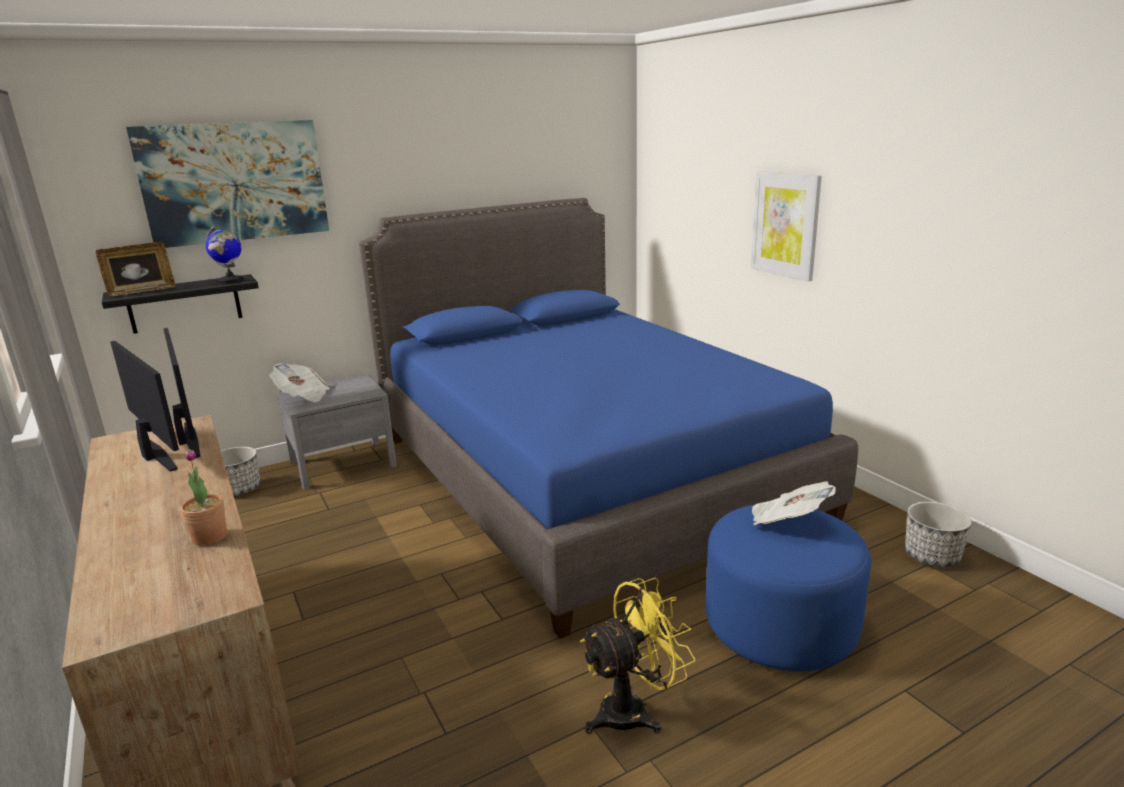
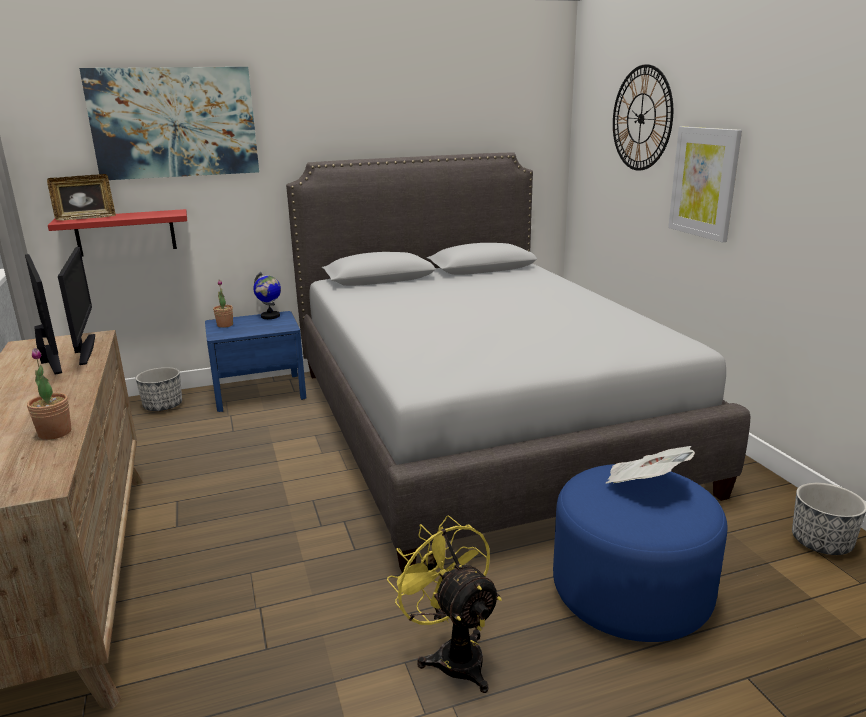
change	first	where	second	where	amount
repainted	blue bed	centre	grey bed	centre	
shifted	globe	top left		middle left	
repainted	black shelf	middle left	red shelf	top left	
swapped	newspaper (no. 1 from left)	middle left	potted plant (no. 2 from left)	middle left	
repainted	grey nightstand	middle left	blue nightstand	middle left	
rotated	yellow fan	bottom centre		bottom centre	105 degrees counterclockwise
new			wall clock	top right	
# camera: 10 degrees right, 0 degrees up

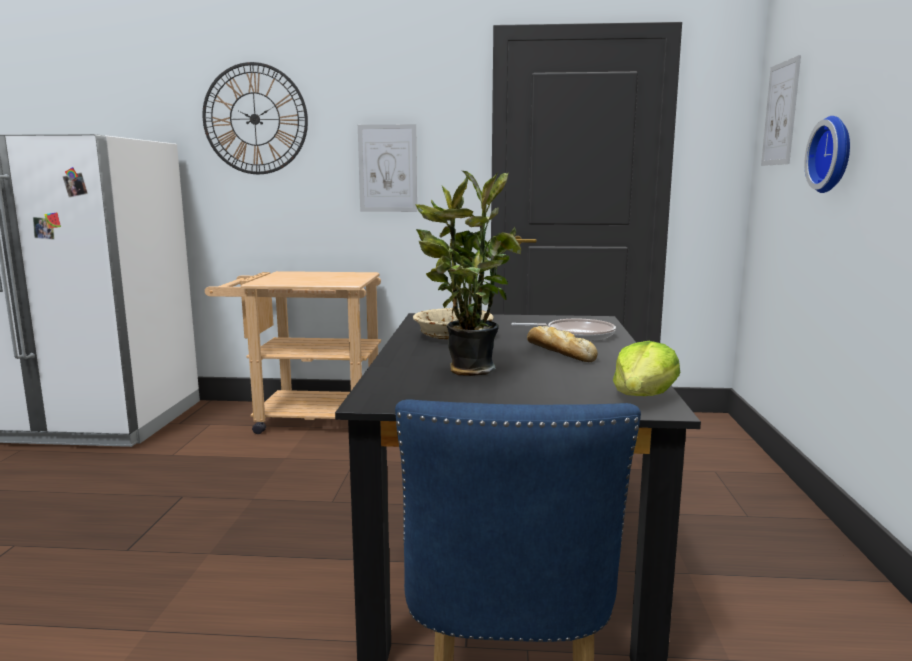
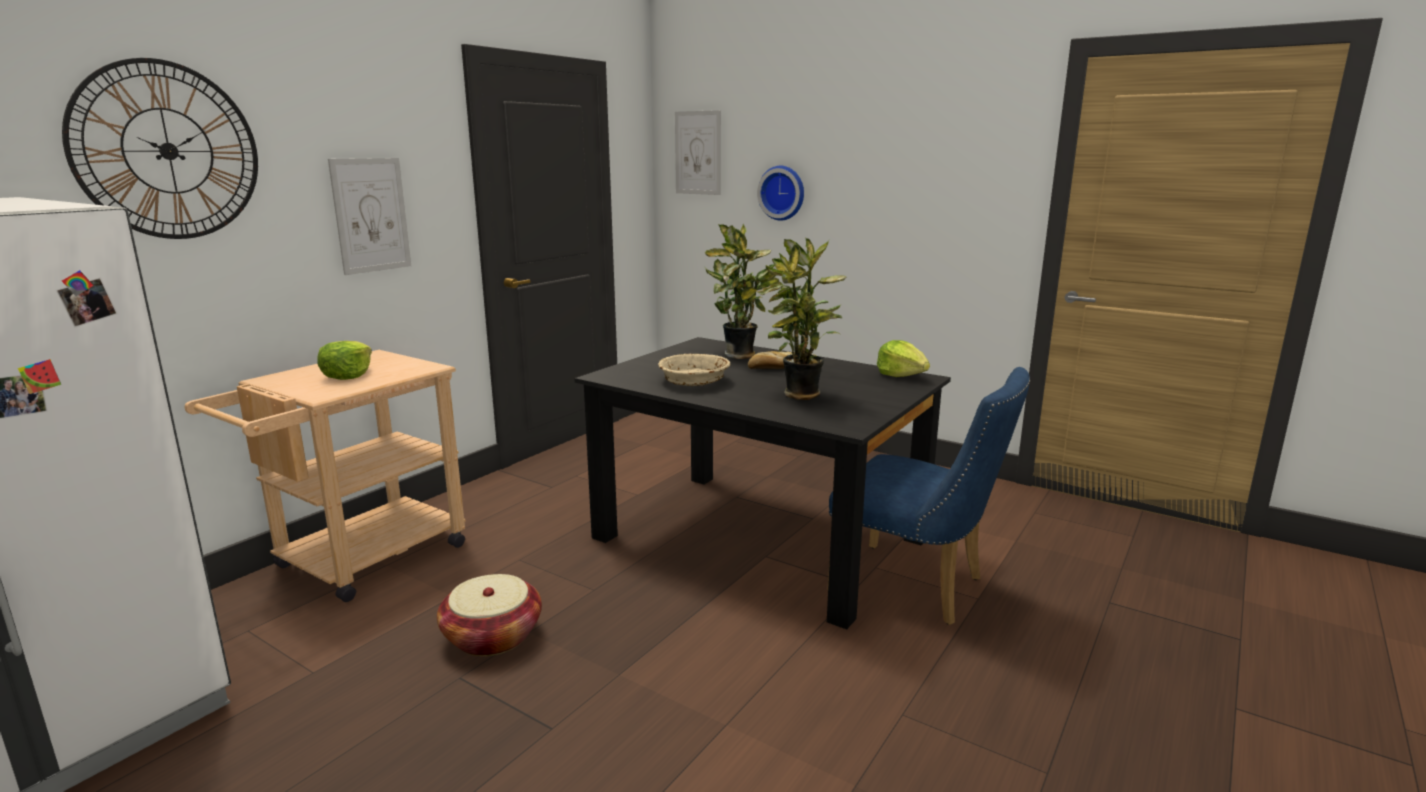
change	first	where	second	where	amount
swapped	frying pan	centre	potted plant (no. 1 from left)	centre	
new			lettuce (no. 1 from left)	middle left	
new			basket	bottom centre	
# camera: 60 degrees left, 5 degrees up

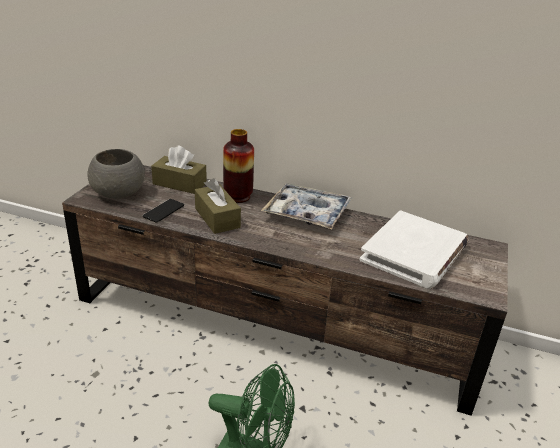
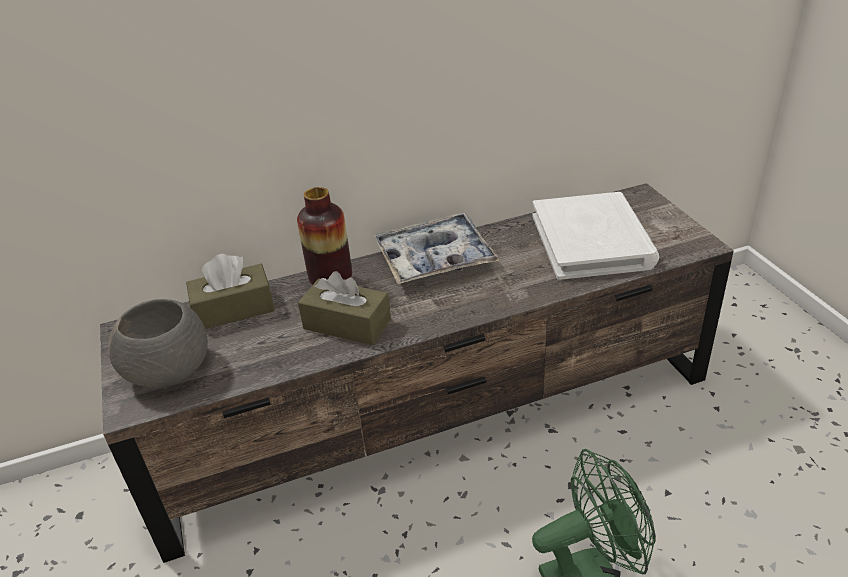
change	first	where	second	where	amount
gone	phone	middle left			
# camera: 35 degrees left, 5 degrees up

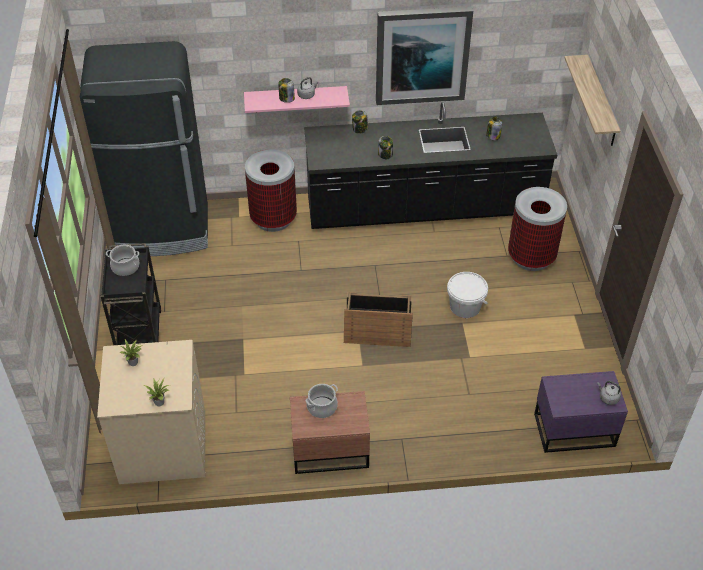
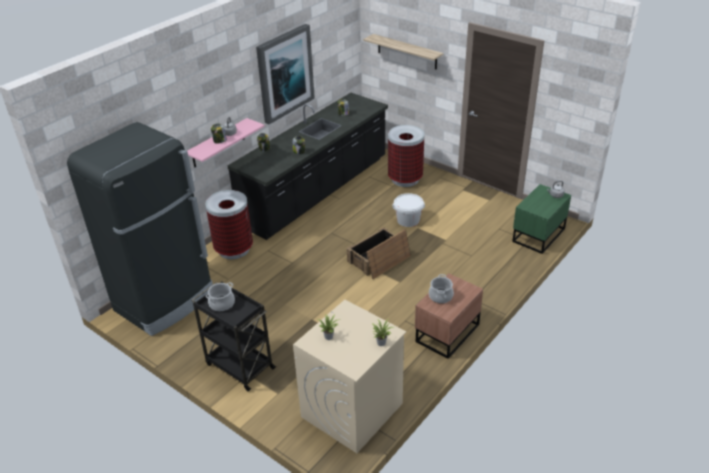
change	first	where	second	where	amount
repainted	purple nightstand	bottom right	green nightstand	middle right	
# camera: 45 degrees left, 10 degrees down

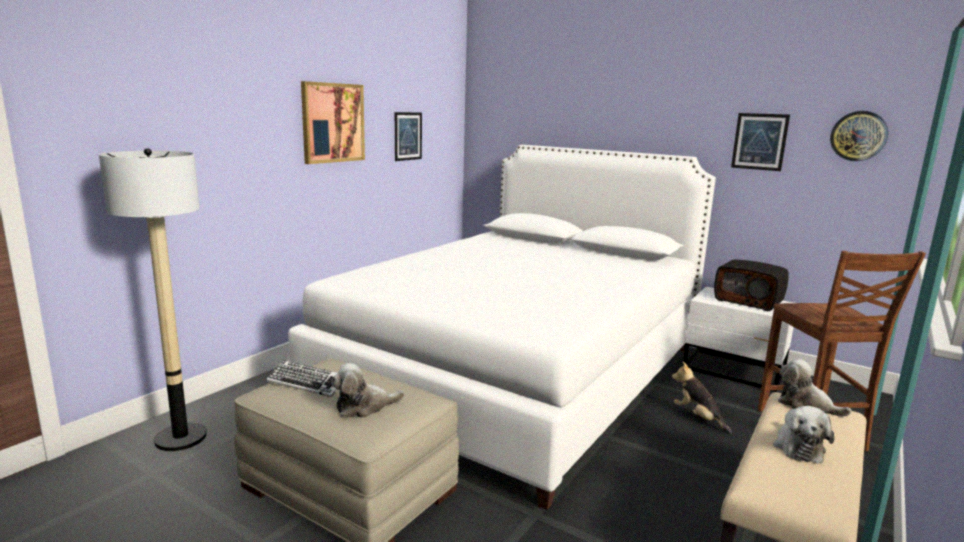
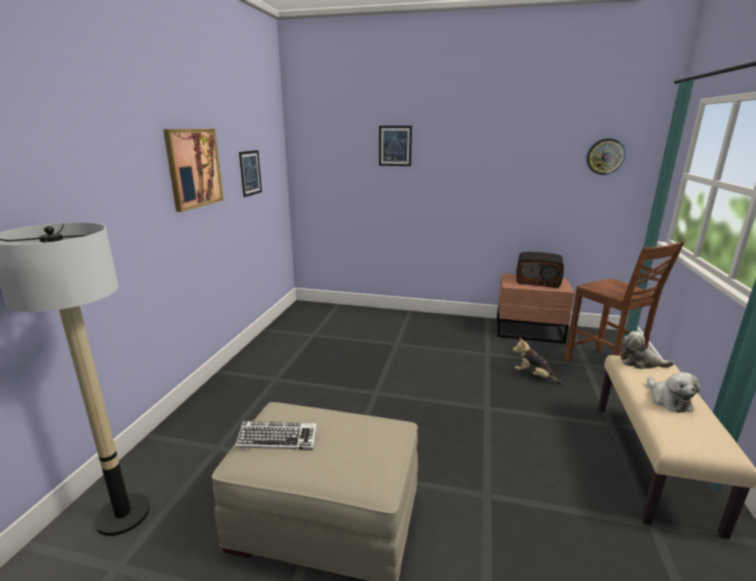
change	first	where	second	where	amount
shifted	picture (no. 3 from left)	top right		top centre	
gone	white bed	centre			
repainted	white nightstand	middle right	brown nightstand	middle right	
gone	plush toy (no. 1 from left)	bottom centre			
# camera: 20 degrees left, 5 degrees up

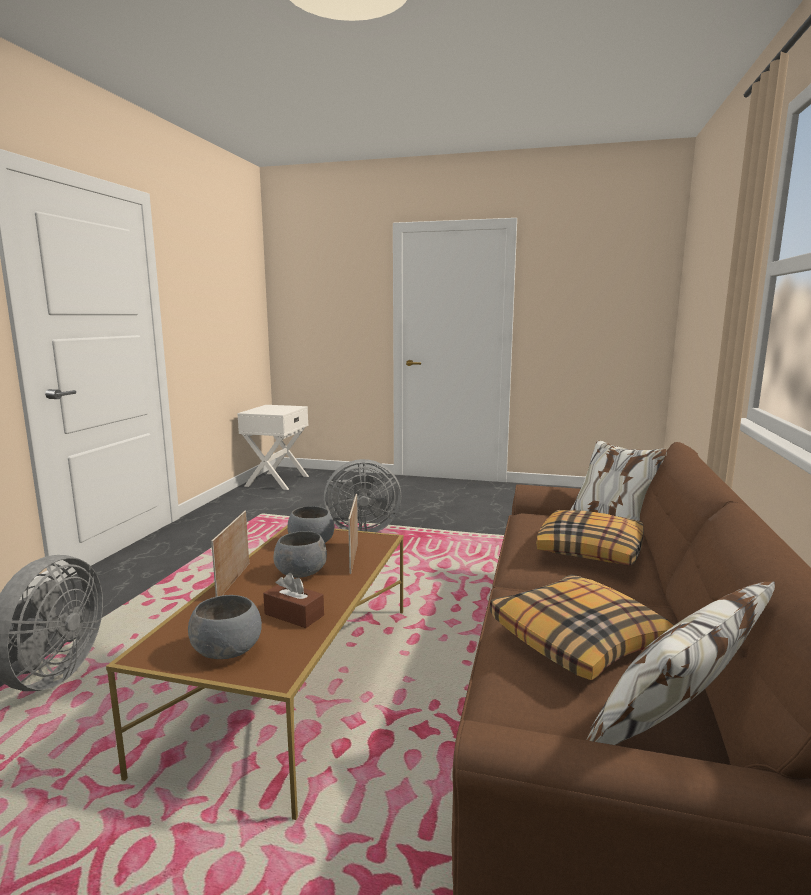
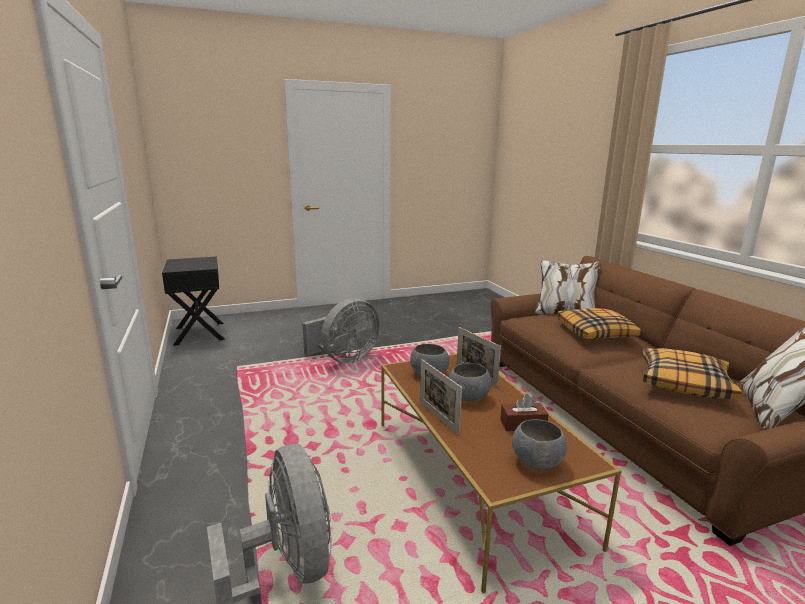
change	first	where	second	where	amount
repainted	white nightstand	centre	black nightstand	middle left	
# camera: 35 degrees left, 5 degrees up

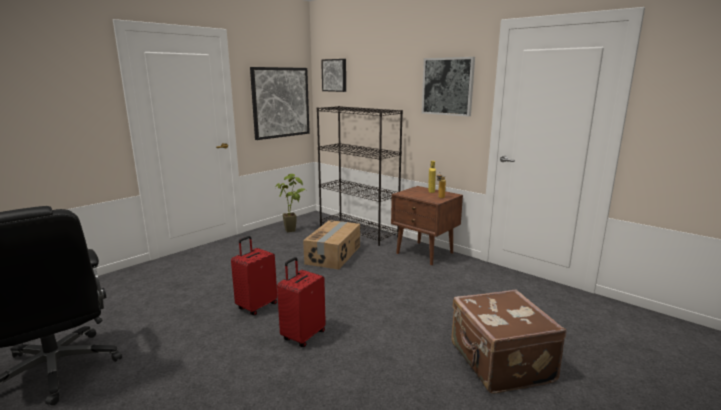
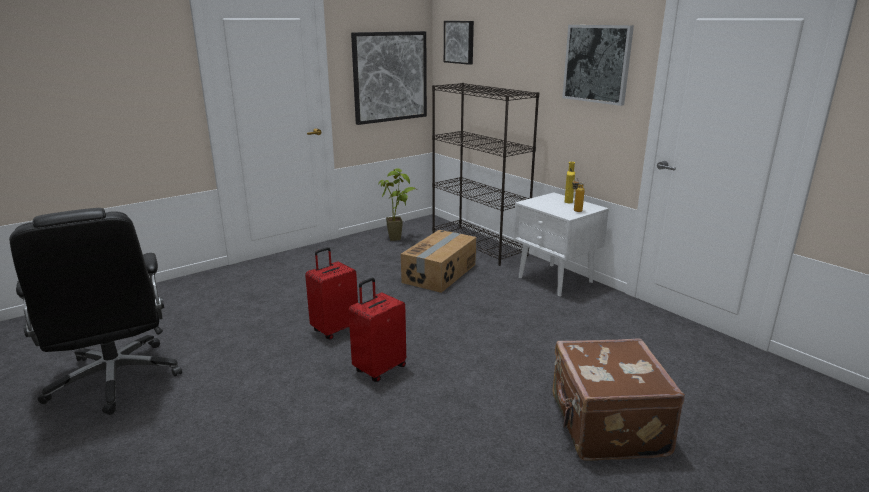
change	first	where	second	where	amount
repainted	brown nightstand	centre	white nightstand	centre	
# camera: 10 degrees right, 5 degrees up

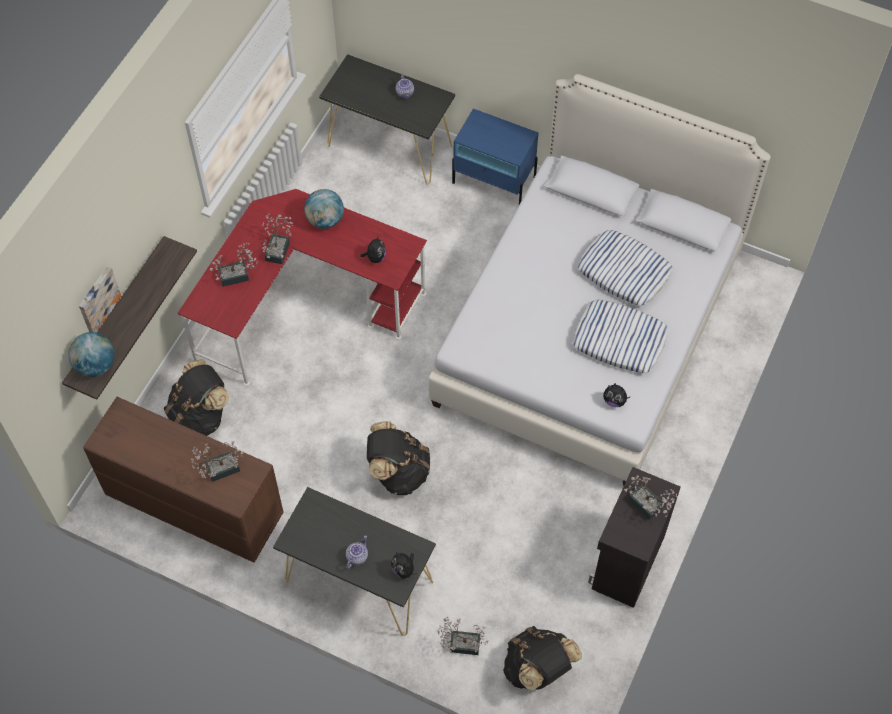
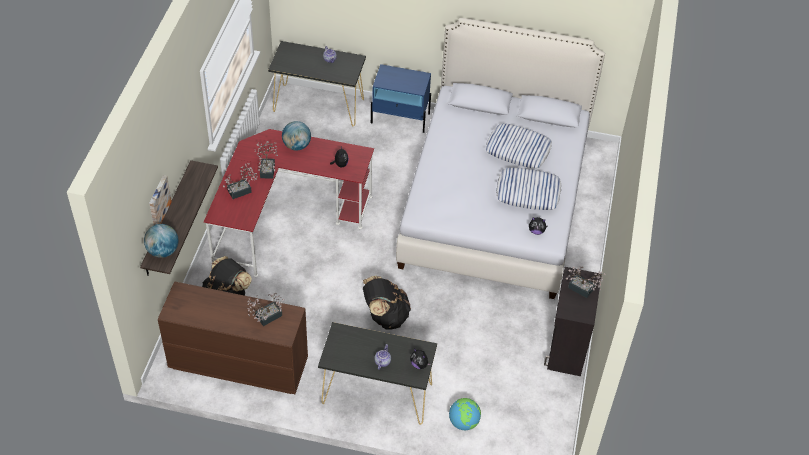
change	first	where	second	where	amount
swapped	potted plant (no. 4 from left)	bottom centre	globe (no. 3 from left)	bottom centre	
gone	black backpack (no. 3 from left)	bottom centre			
# camera: 15 degrees left, 10 degrees down

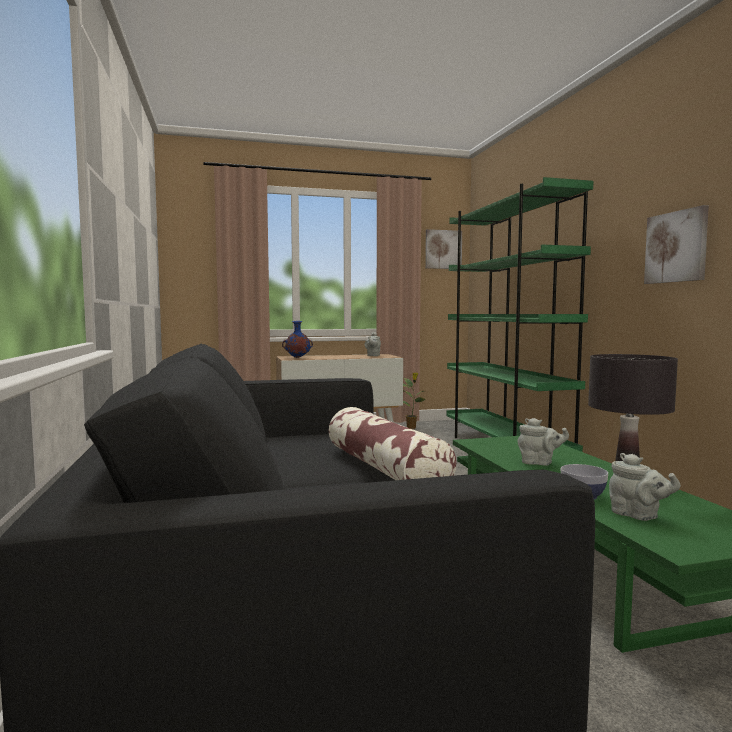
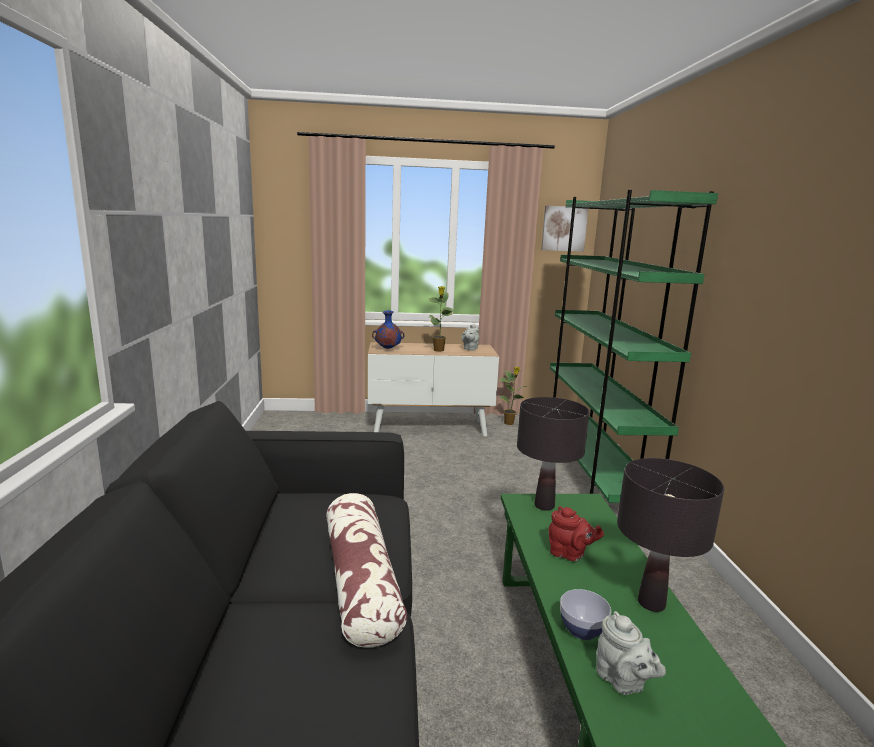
change	first	where	second	where	amount
gone	picture (no. 2 from left)	middle right			
repainted	grey teapot (no. 2 from left)	middle right	red teapot	bottom centre	
new			potted plant (no. 1 from left)	centre	
new			black table lamp (no. 1 from left)	centre	
# camera: 10 degrees right, 10 degrees up

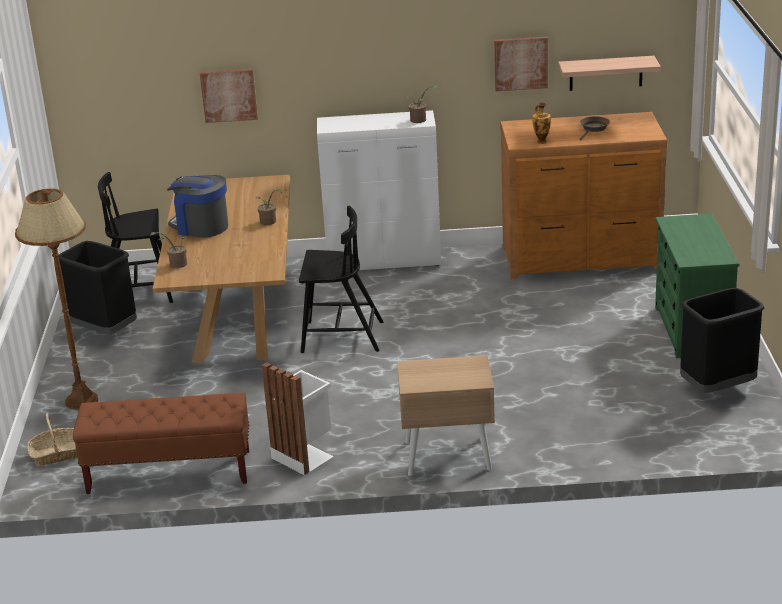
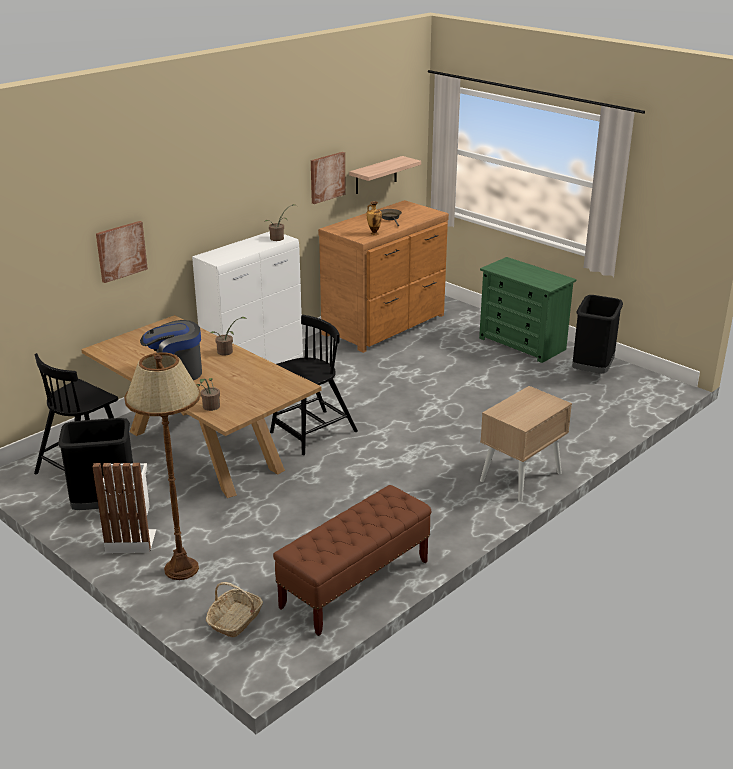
change	first	where	second	where	amount
shifted	white trash can	bottom centre		middle left	
# camera: 45 degrees left, 0 degrees up

